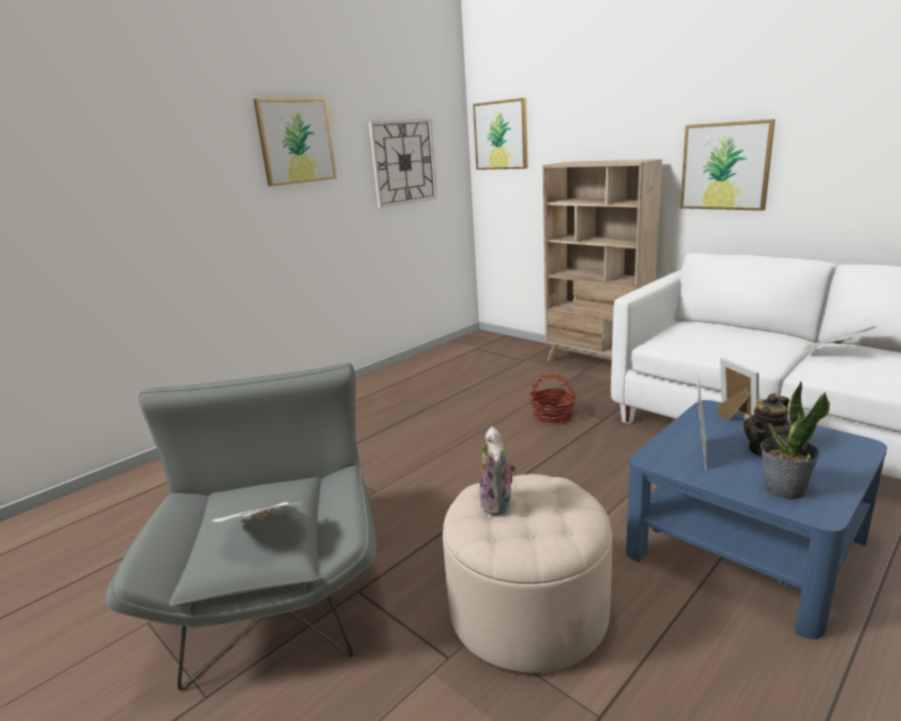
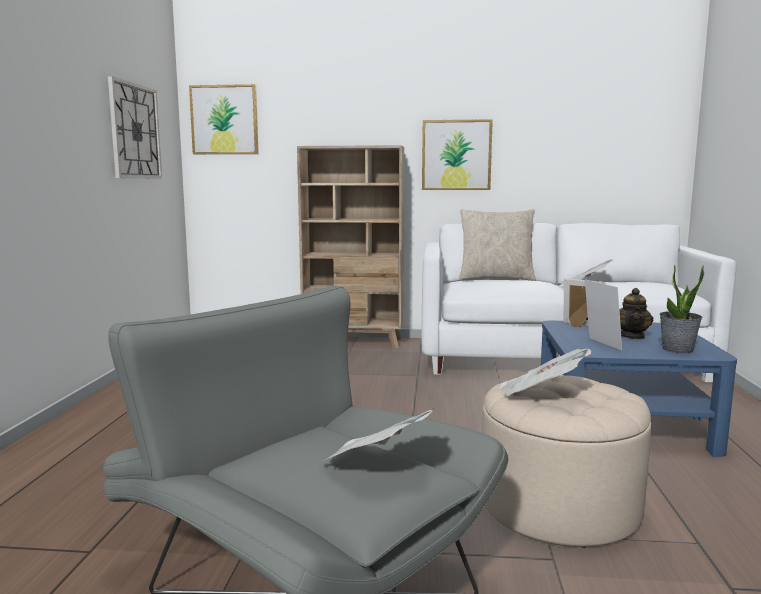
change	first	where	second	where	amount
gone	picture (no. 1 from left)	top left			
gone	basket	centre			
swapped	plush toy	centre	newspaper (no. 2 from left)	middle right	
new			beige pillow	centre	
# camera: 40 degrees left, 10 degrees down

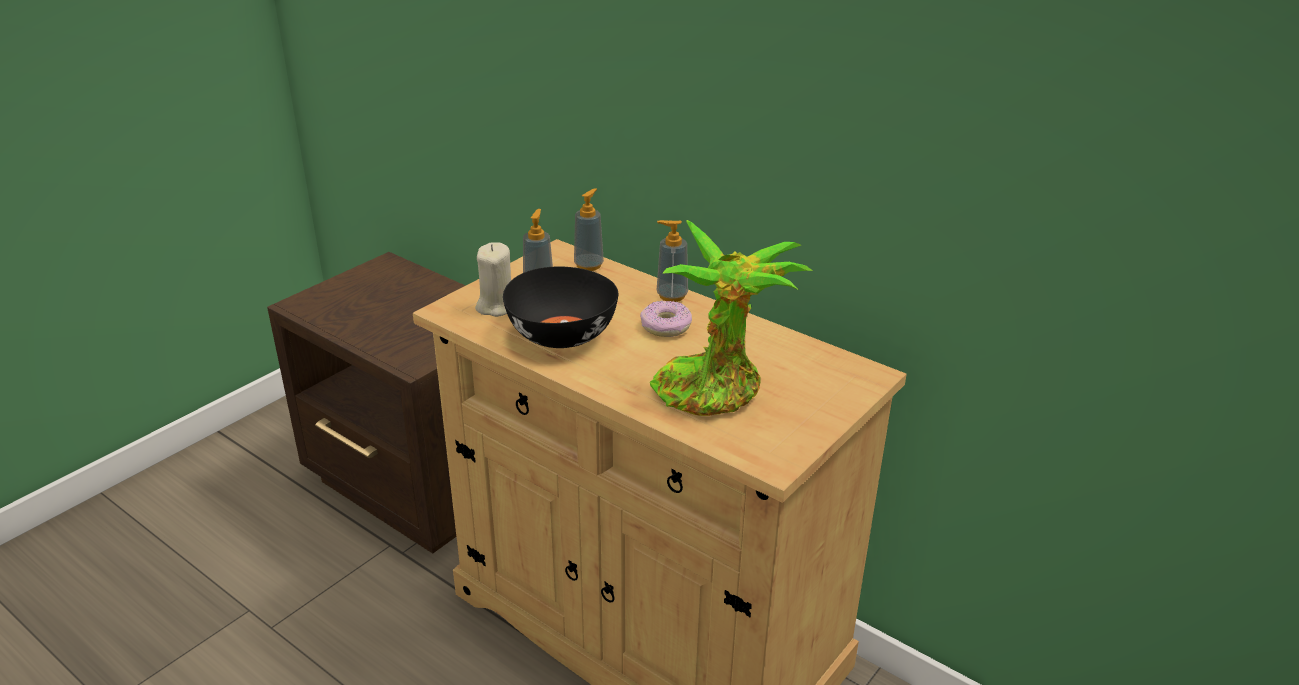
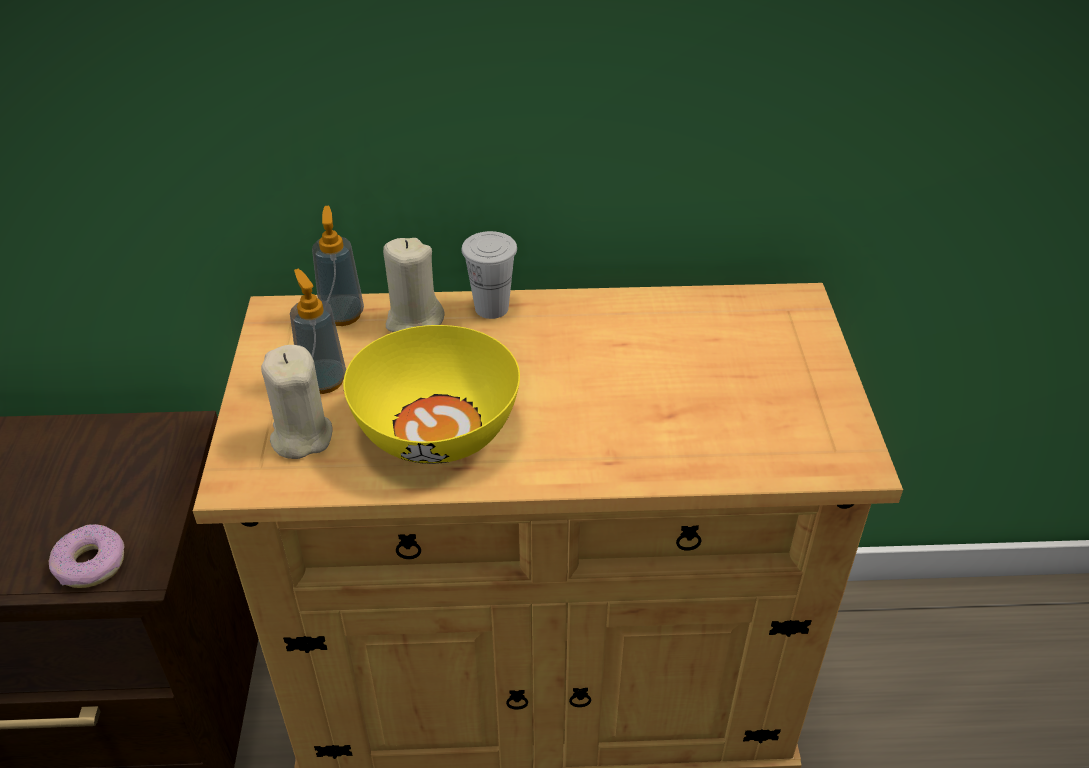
change	first	where	second	where	amount
gone	potted plant	centre			
swapped	soap dispenser (no. 3 from left)	centre	white cup	centre	
repainted	black bowl	centre	yellow bowl	centre	
shifted	donut	centre		bottom left	
new			beige candle (no. 2 from left)	centre	
# camera: 40 degrees left, 10 degrees up

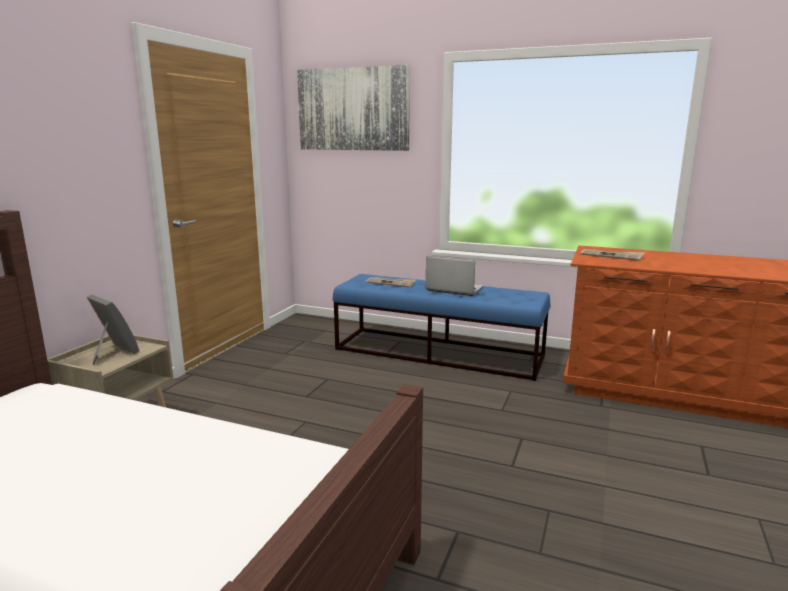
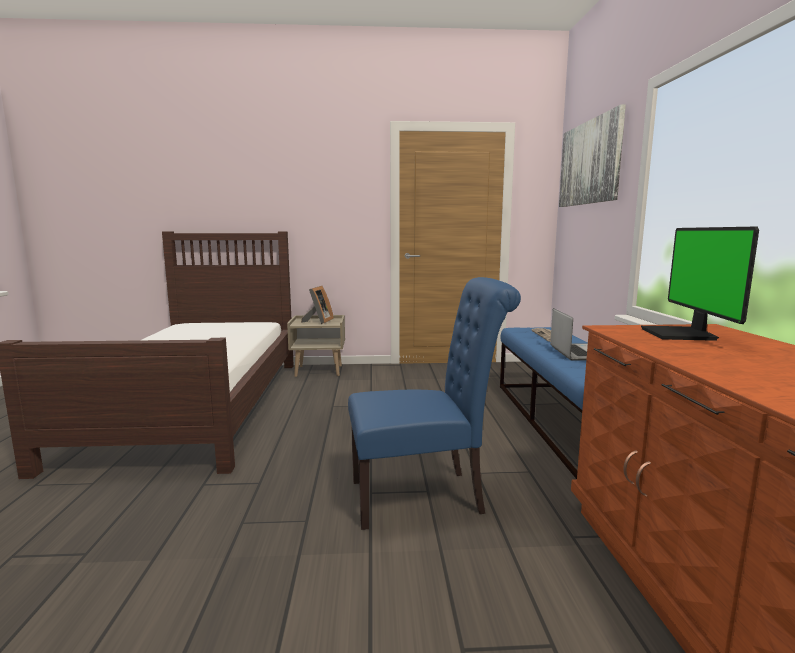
change	first	where	second	where	amount
swapped	newspaper (no. 2 from left)	middle right	monitor	middle right	
new			blue chair	centre	
# camera: 65 degrees right, 5 degrees down

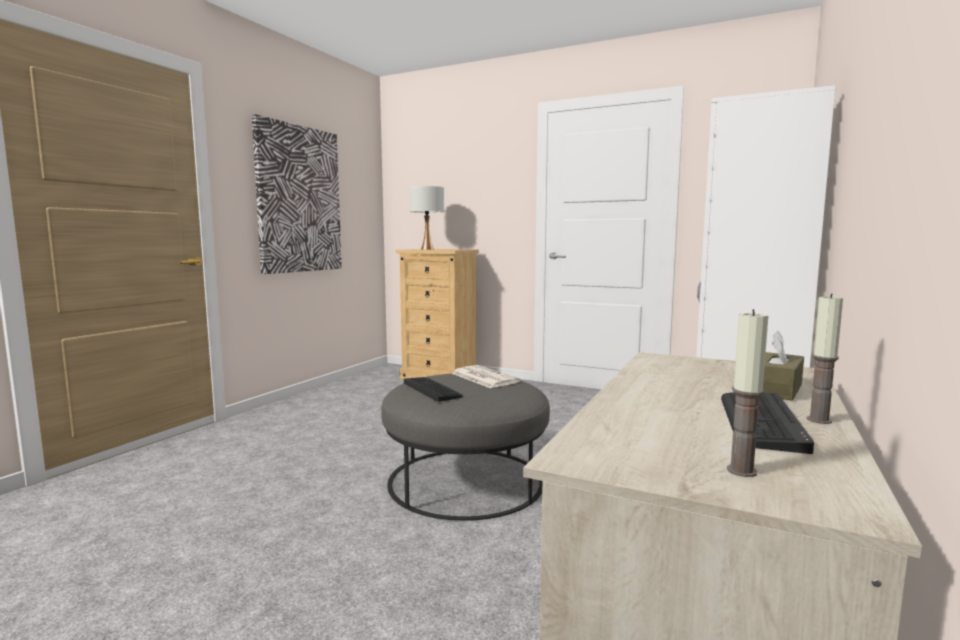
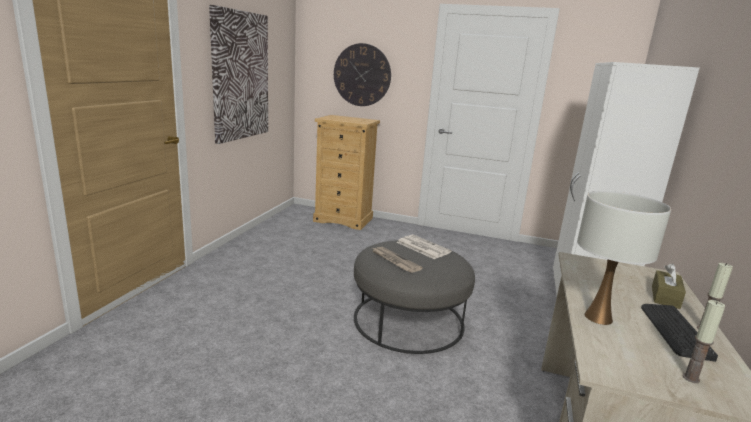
change	first	where	second	where	amount
shifted	white table lamp	centre		middle right	
swapped	keyboard (no. 1 from left)	centre	newspaper (no. 1 from left)	centre	
new			wall clock	top centre	
# camera: 10 degrees left, 10 degrees up

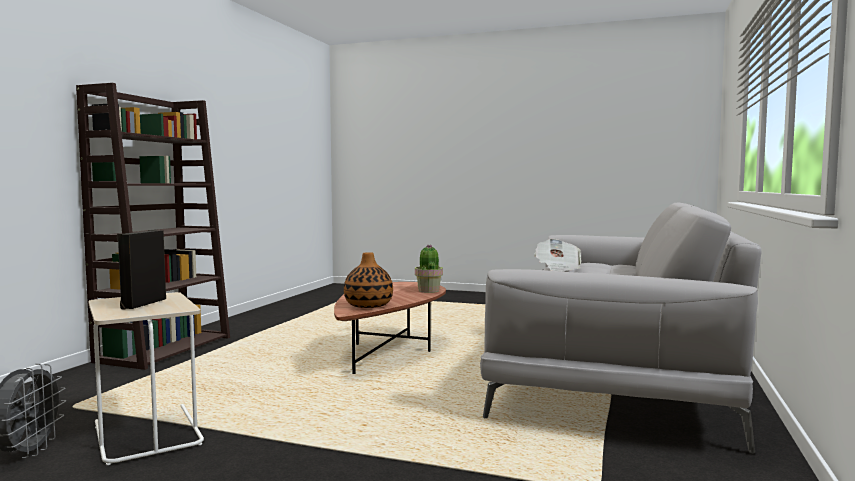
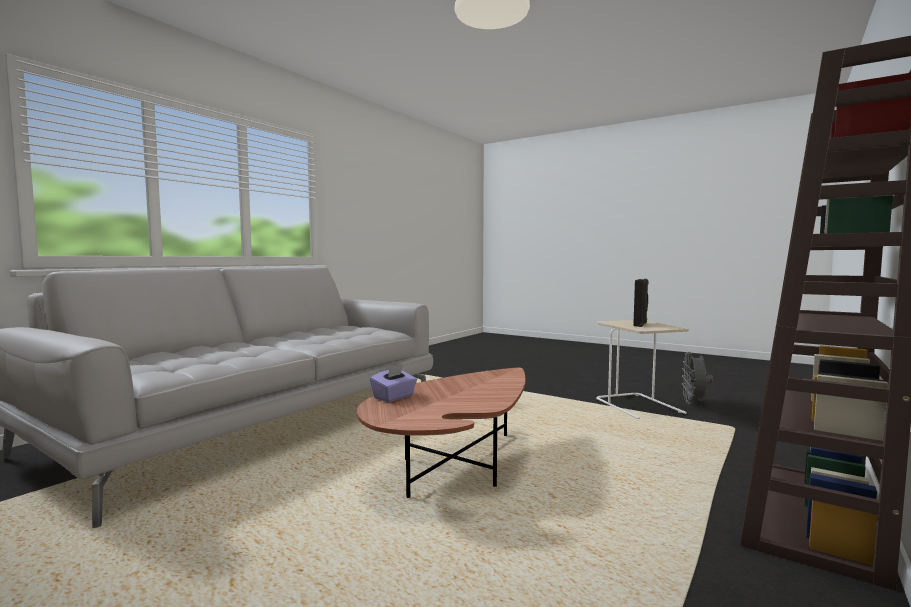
change	first	where	second	where	amount
gone	newspaper	centre			
swapped	potted plant	centre	purple tissue box	centre	
gone	vase	centre			
# camera: 165 degrees left, 0 degrees up

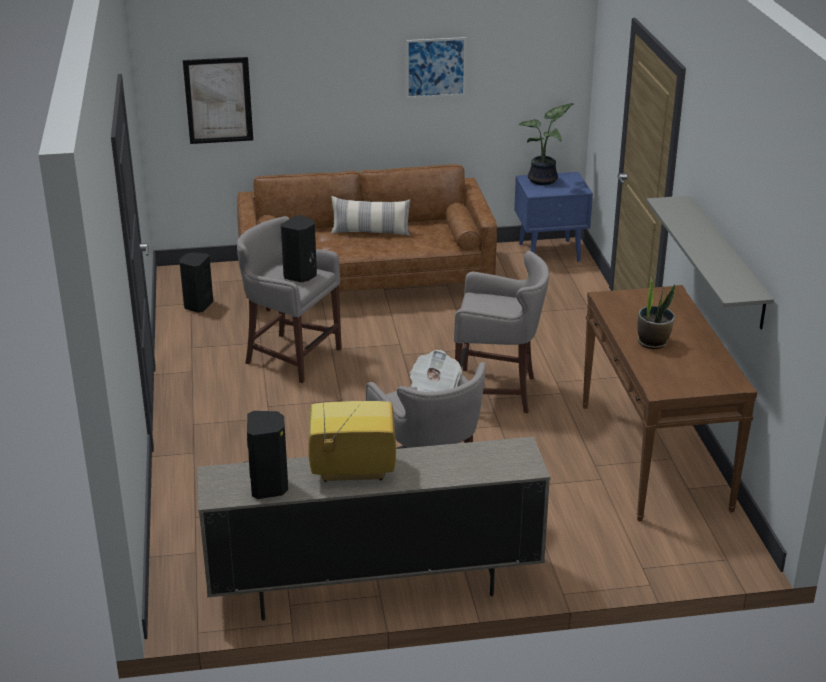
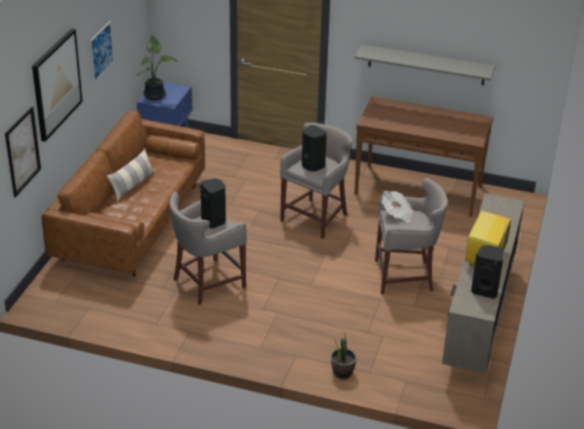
change	first	where	second	where	amount
shifted	black speaker (no. 1 from left in the first image)	middle left	black speaker (no. 2 from left)	centre	
shifted	potted plant (no. 2 from left)	middle right		bottom centre	
new			picture (no. 2 from left)	top left	
# camera: 65 degrees left, 5 degrees up

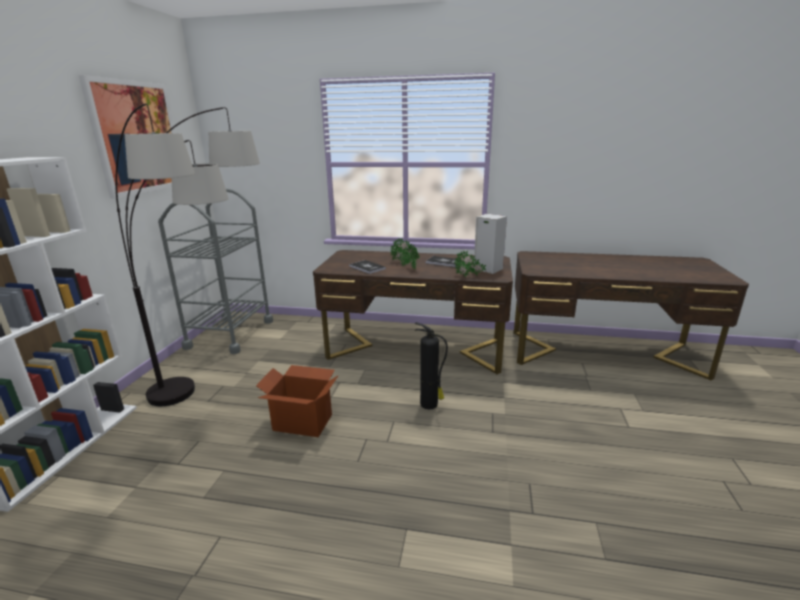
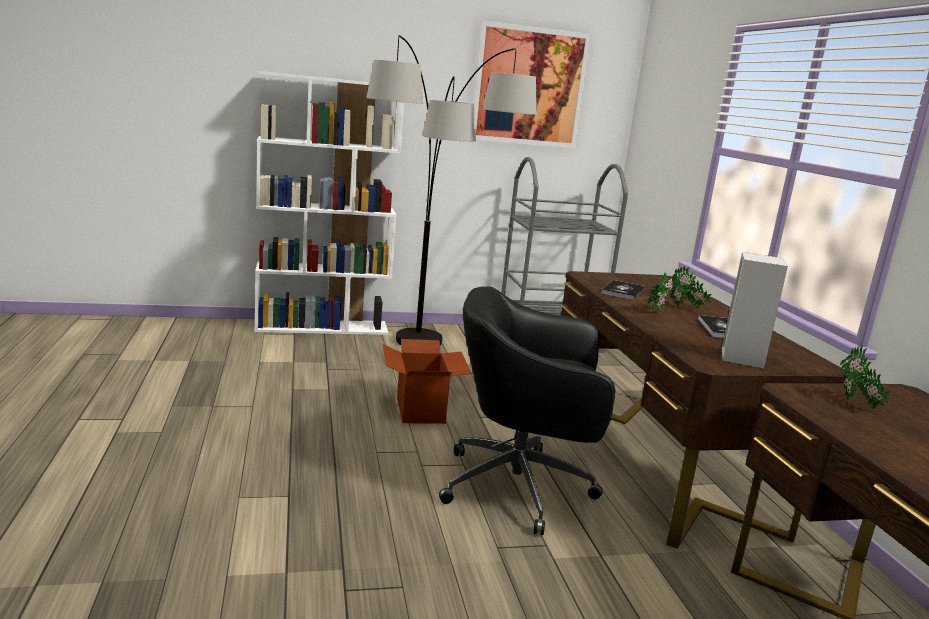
change	first	where	second	where	amount
shifted	potted plant (no. 3 from left)	centre		middle right	
swapped	fire extinguisher	centre	black office chair	centre	
# camera: 65 degrees right, 5 degrees down

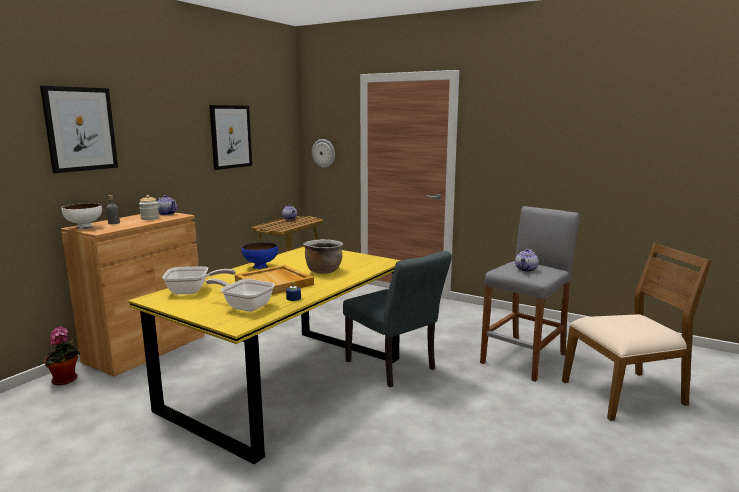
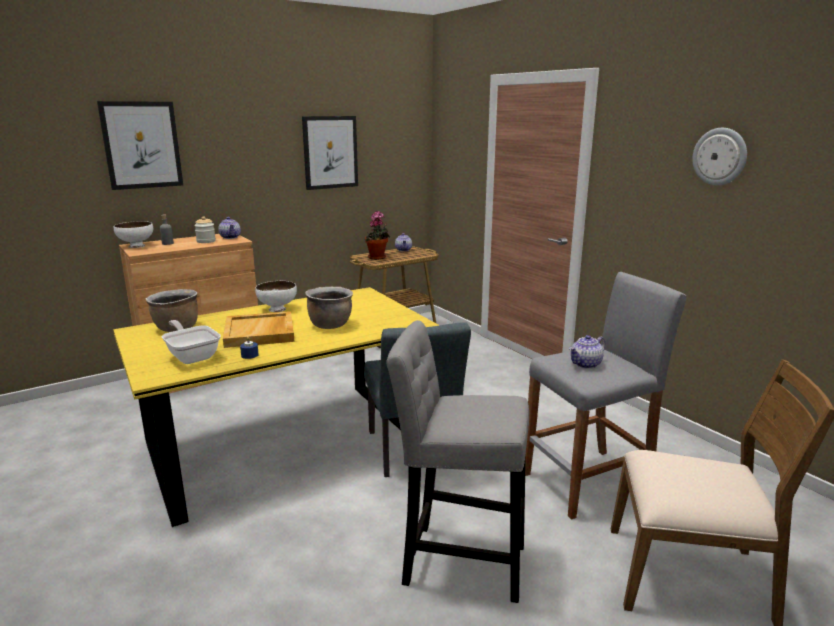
change	first	where	second	where	amount
shifted	wall clock	top centre		top right	
repainted	blue bowl	centre	white bowl (no. 2 from left)	middle left	
swapped	frying pan (no. 1 from left)	middle left	brown cooking pot (no. 1 from left)	middle left	
shifted	potted plant	bottom left		centre	
new			grey stool (no. 1 from left)	bottom centre	
# camera: 25 degrees right, 5 degrees up

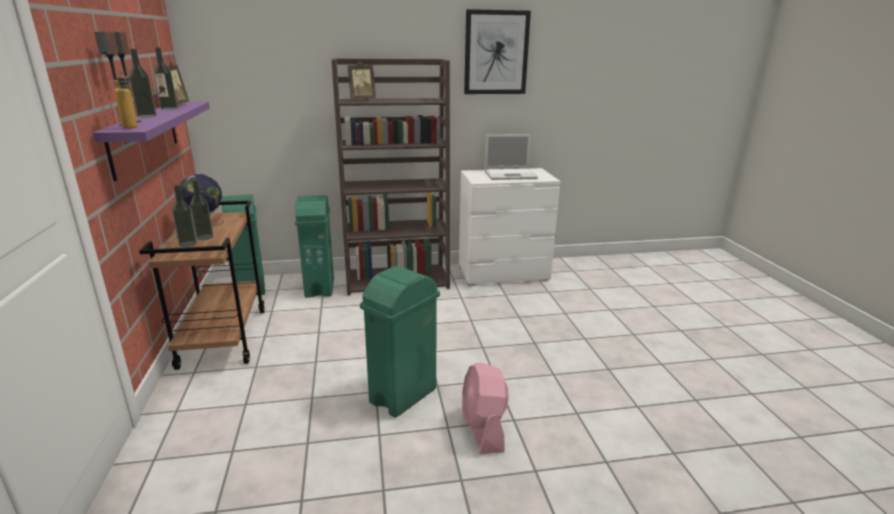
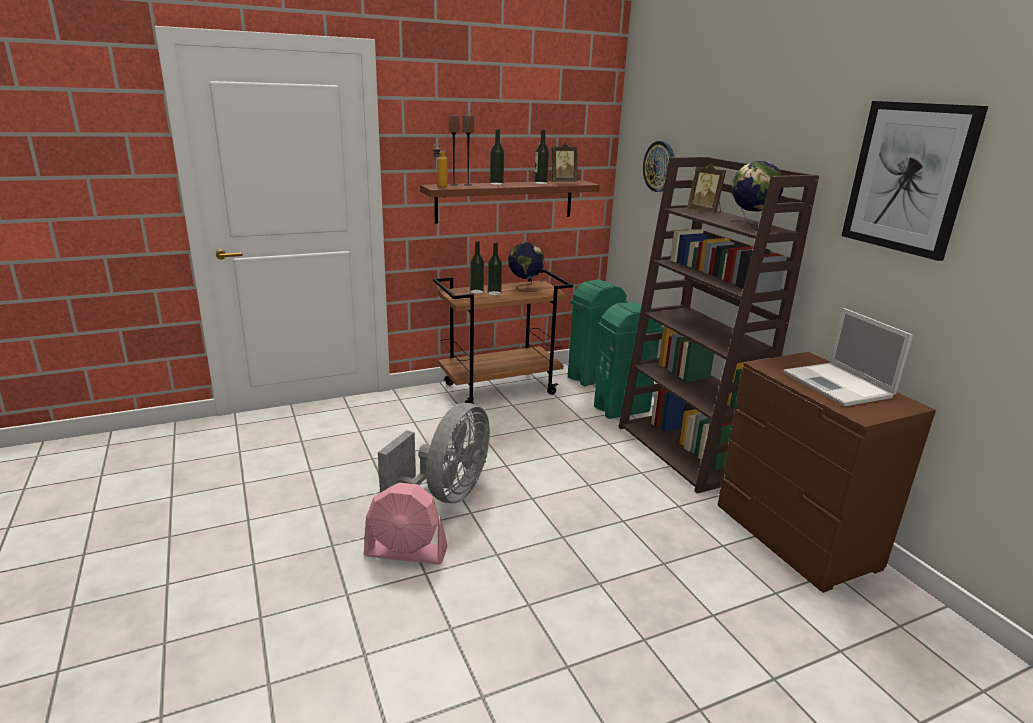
change	first	where	second	where	amount
repainted	purple shelf	top left	brown shelf	top centre	
repainted	white dresser	centre	brown dresser	middle right	
swapped	green trash can (no. 3 from left)	centre	grey fan	centre	
rotated	pink fan	bottom centre		bottom centre	150 degrees counterclockwise
new			wall clock	top centre	
new			globe (no. 2 from left)	top right	
# camera: 75 degrees right, 0 degrees up

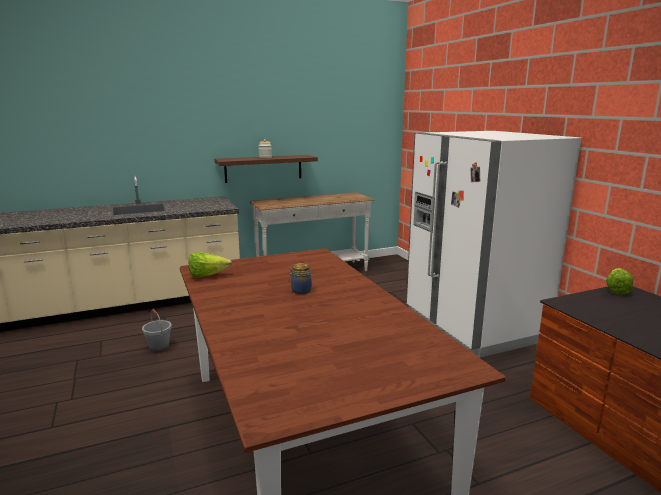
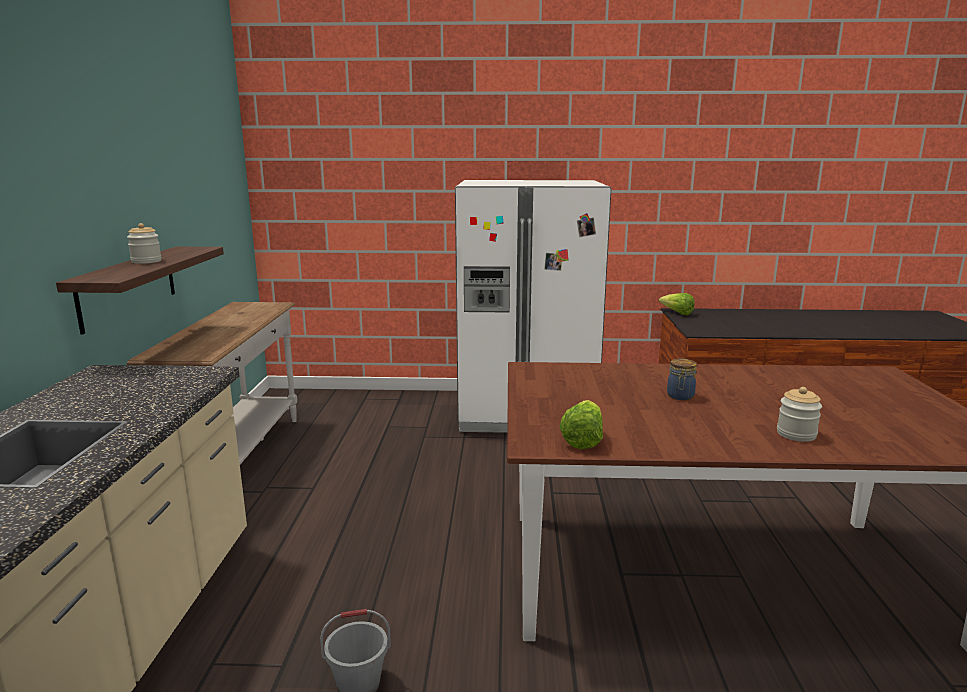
change	first	where	second	where	amount
new			jar (no. 3 from left)	middle right	
# camera: 65 degrees left, 0 degrees up

